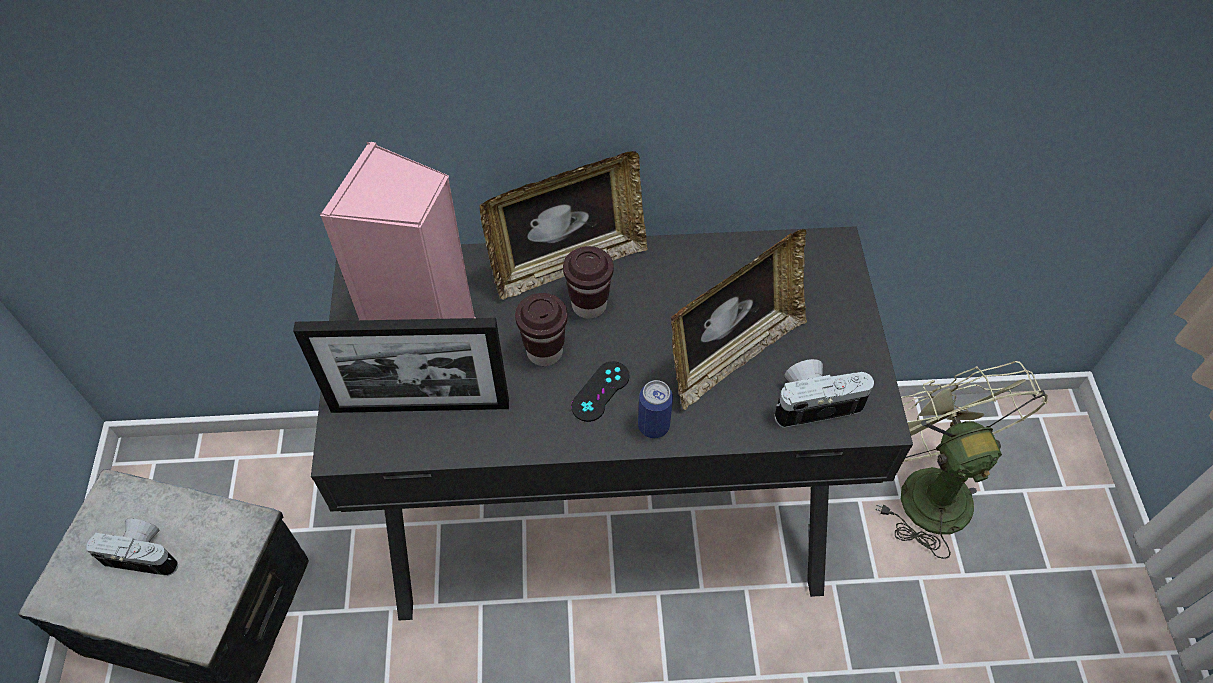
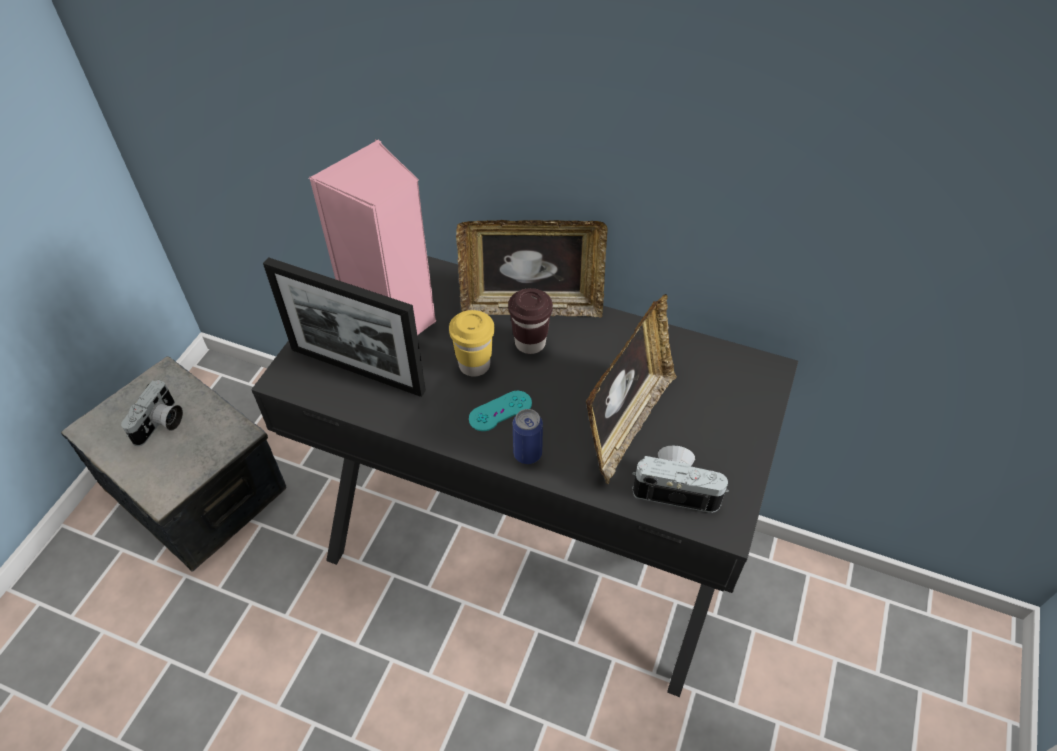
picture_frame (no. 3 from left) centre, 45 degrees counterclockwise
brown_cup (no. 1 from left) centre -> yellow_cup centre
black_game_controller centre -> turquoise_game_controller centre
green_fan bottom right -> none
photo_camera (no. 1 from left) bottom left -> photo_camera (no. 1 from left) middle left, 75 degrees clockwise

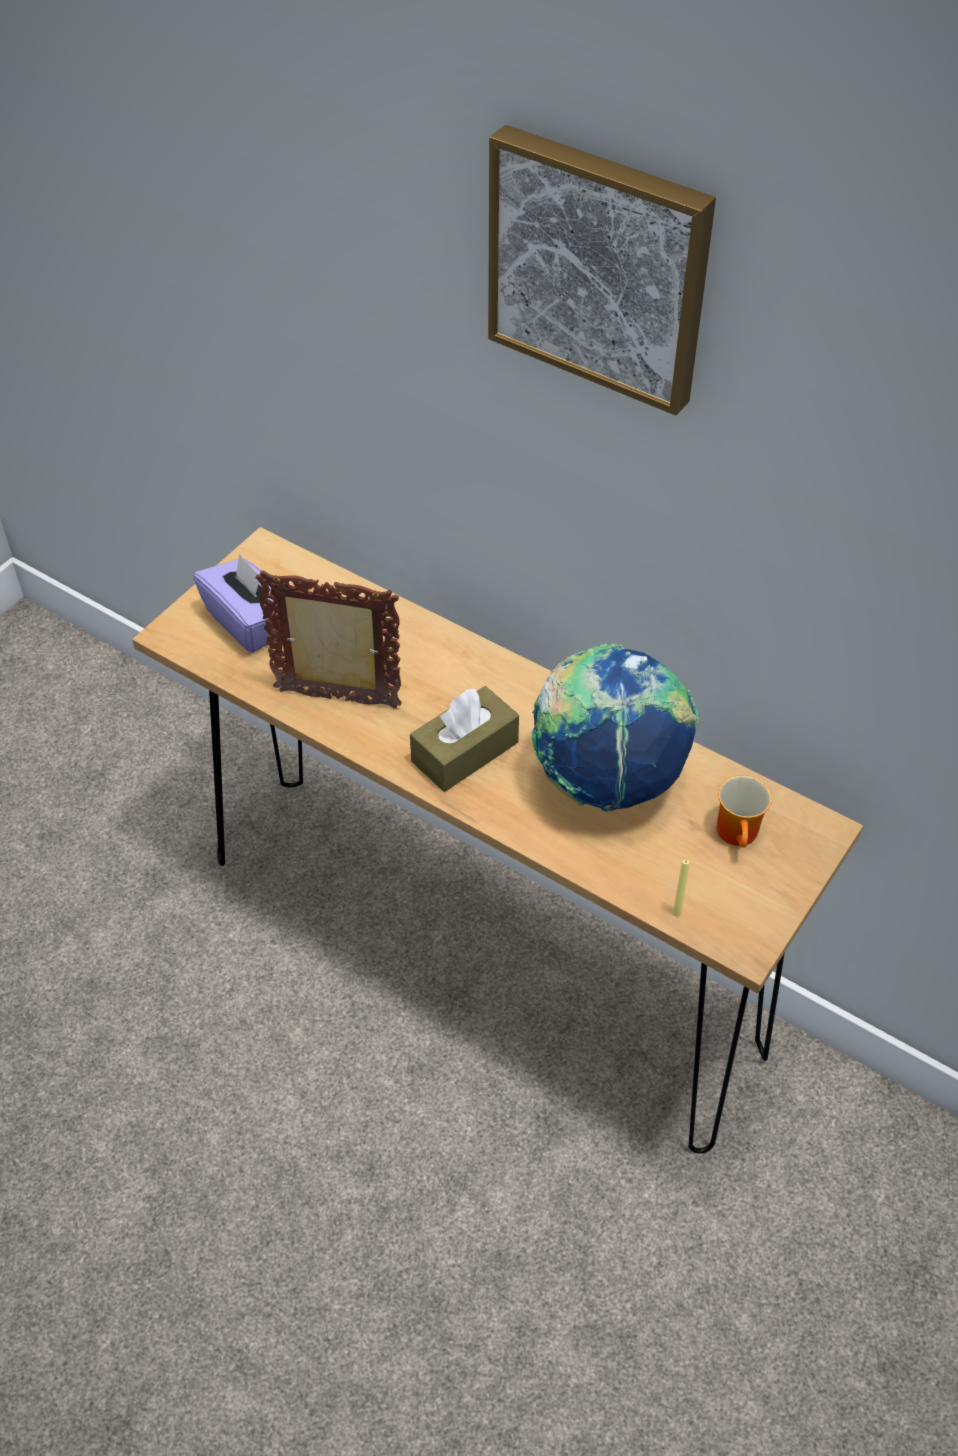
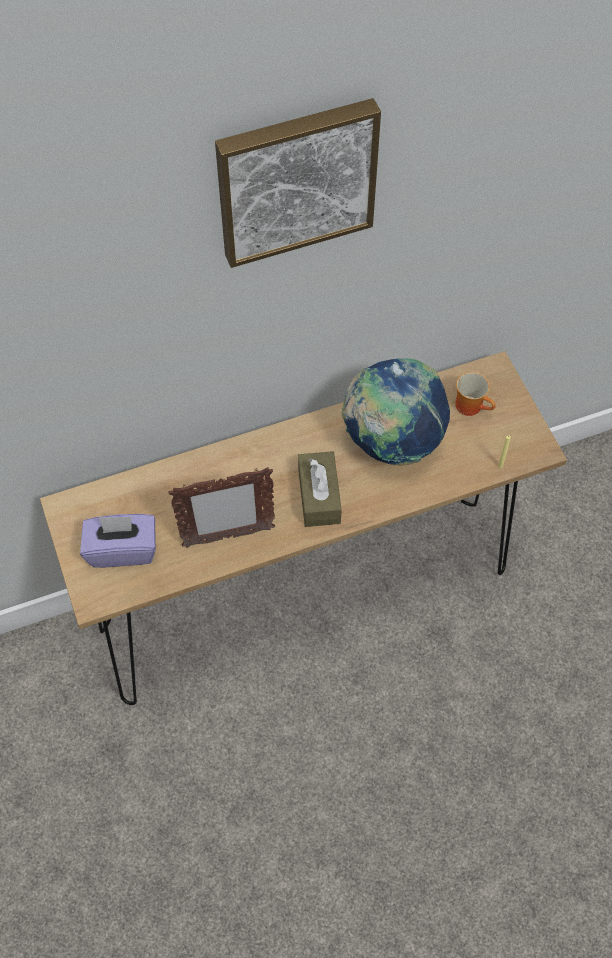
picture_frame centre, 150 degrees counterclockwise

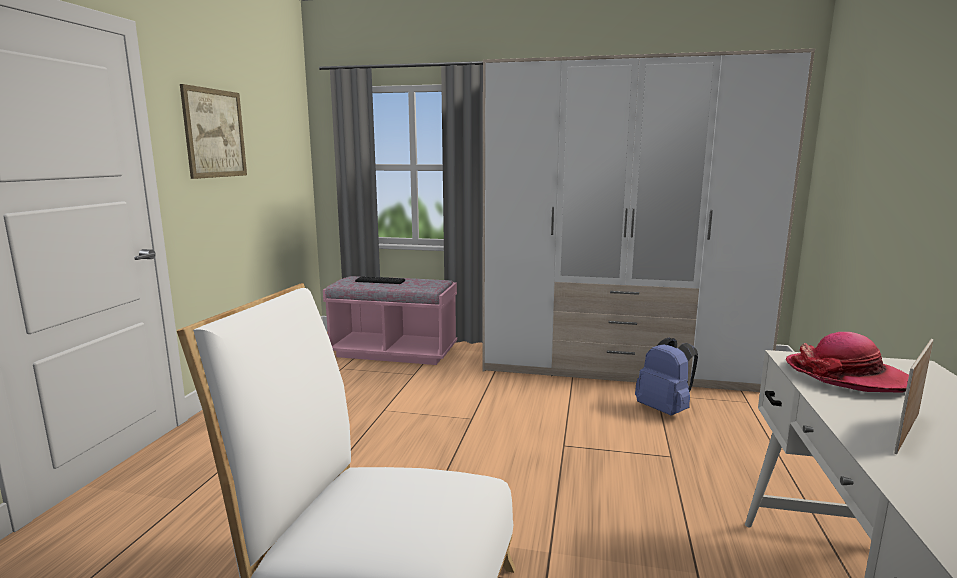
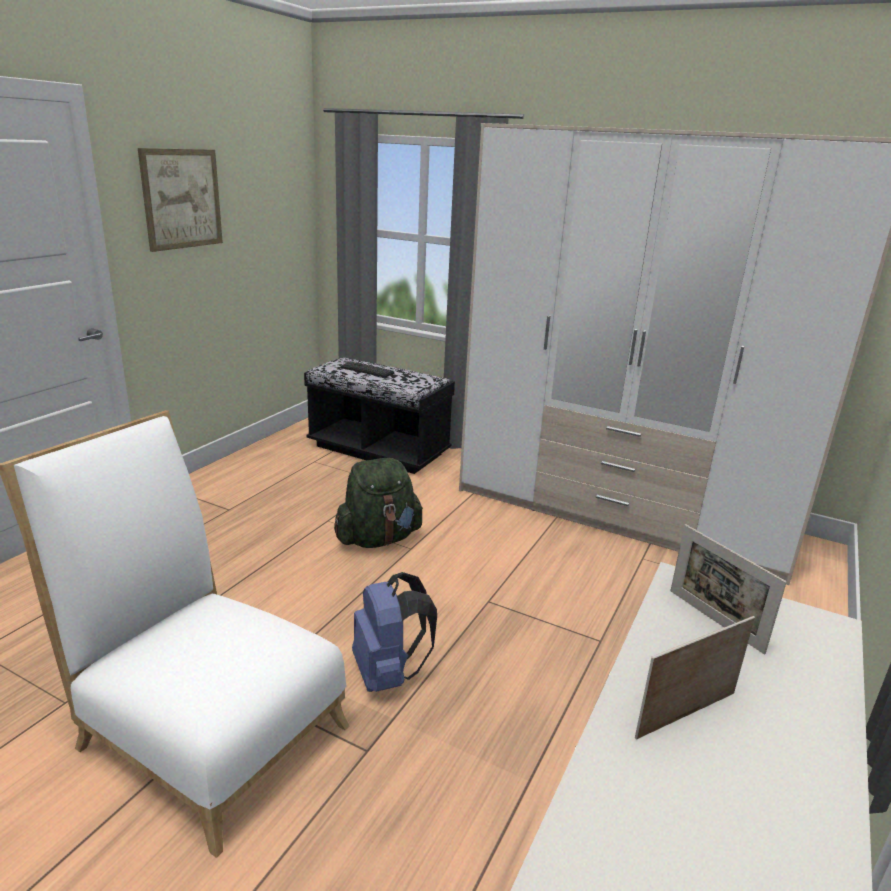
pink_bench centre -> black_bench centre
hat middle right -> picture_frame (no. 2 from left) middle right
blue_backpack middle right -> blue_backpack bottom centre, shifted
none -> green_backpack centre

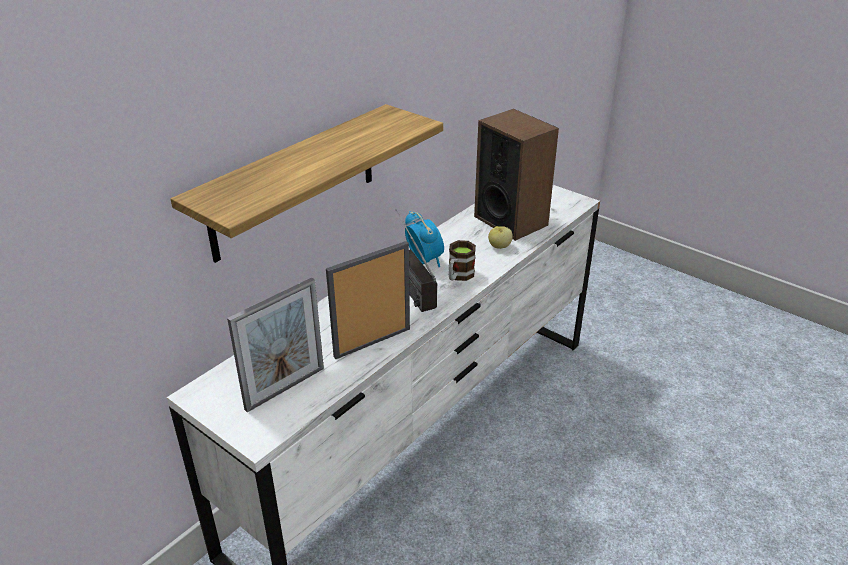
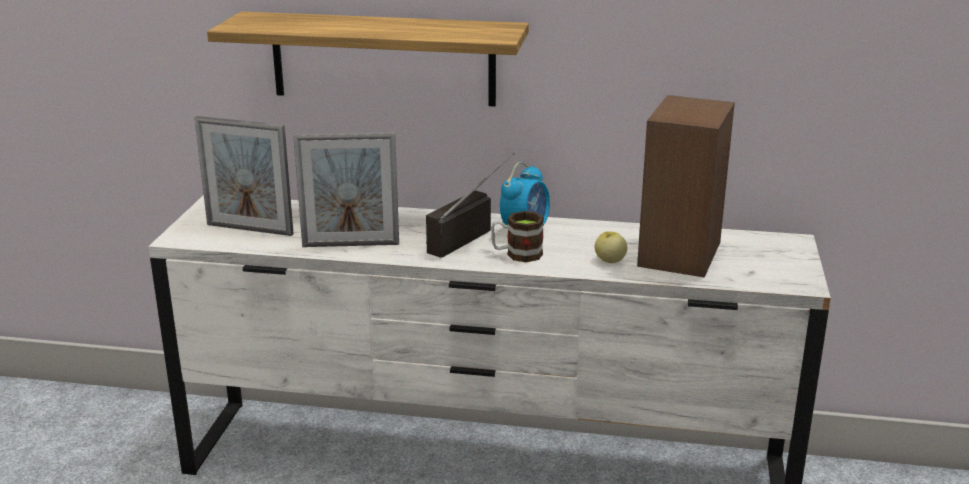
picture_frame (no. 2 from left) centre, 150 degrees clockwise

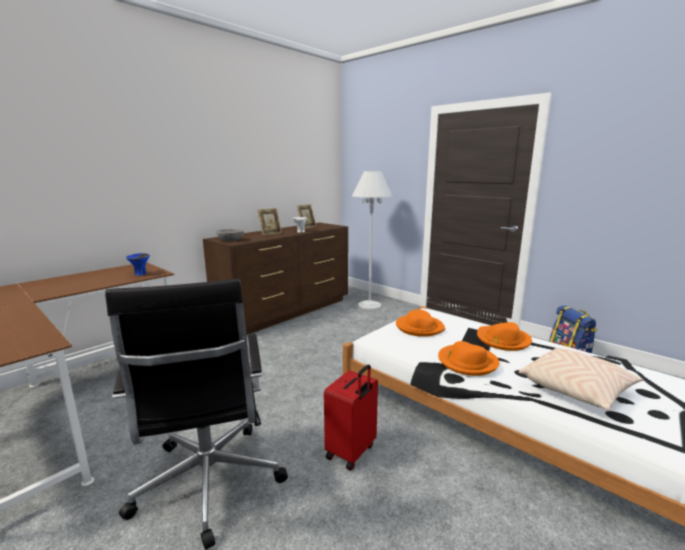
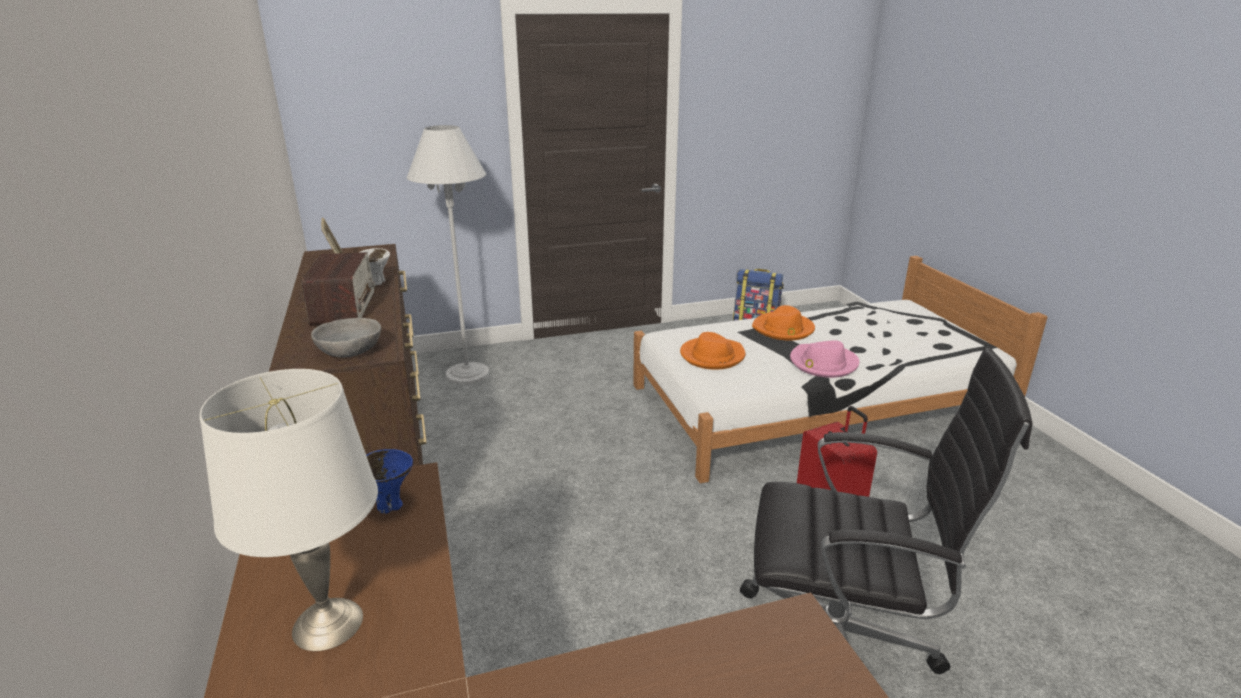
picture_frame (no. 1 from left) centre -> radio middle left
orange_hat (no. 2 from left) middle right -> pink_hat centre
beige_pillow bottom right -> none
none -> white_table_lamp bottom left

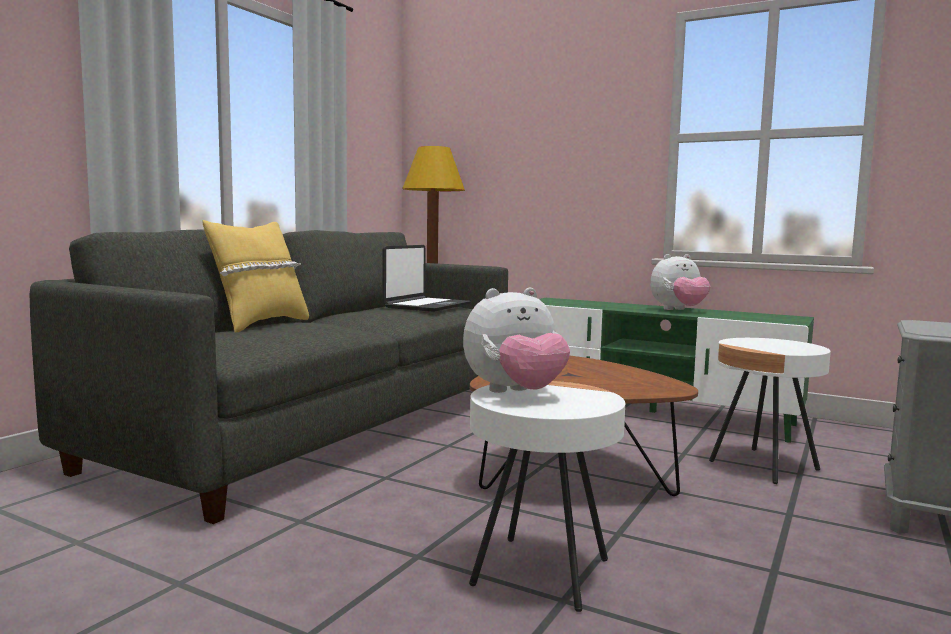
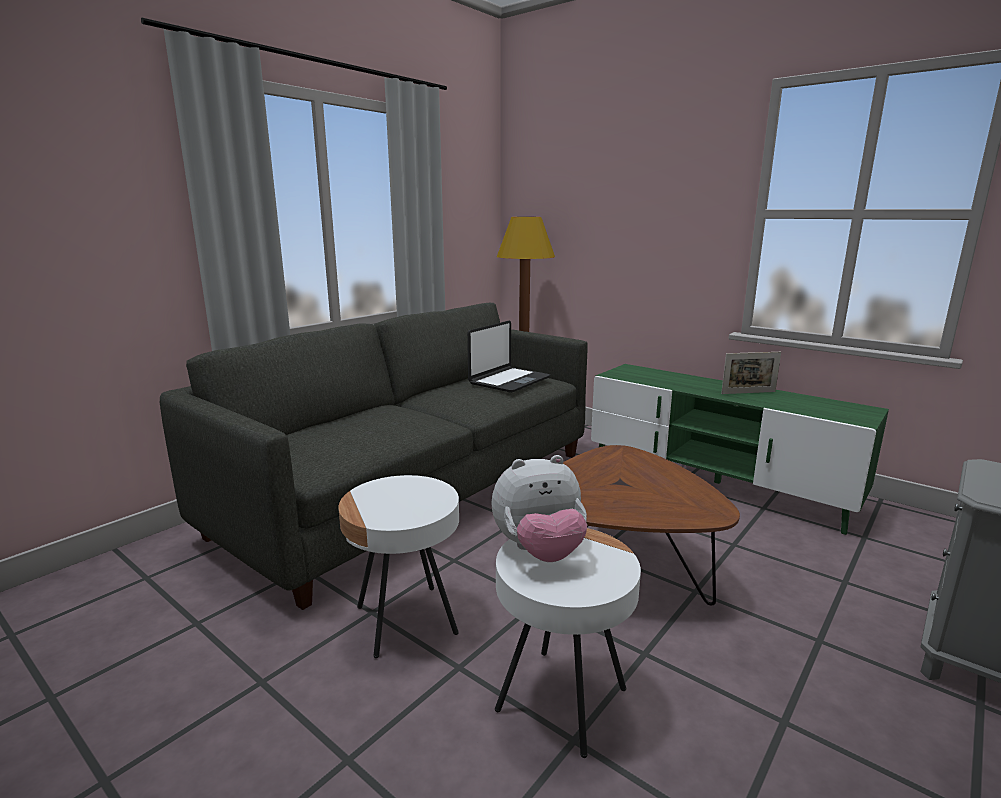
yellow_pillow middle left -> none
plush_toy (no. 2 from left) middle right -> picture_frame middle right
white_side_table (no. 2 from left in the first image) middle right -> white_side_table (no. 1 from left) bottom centre, shifted

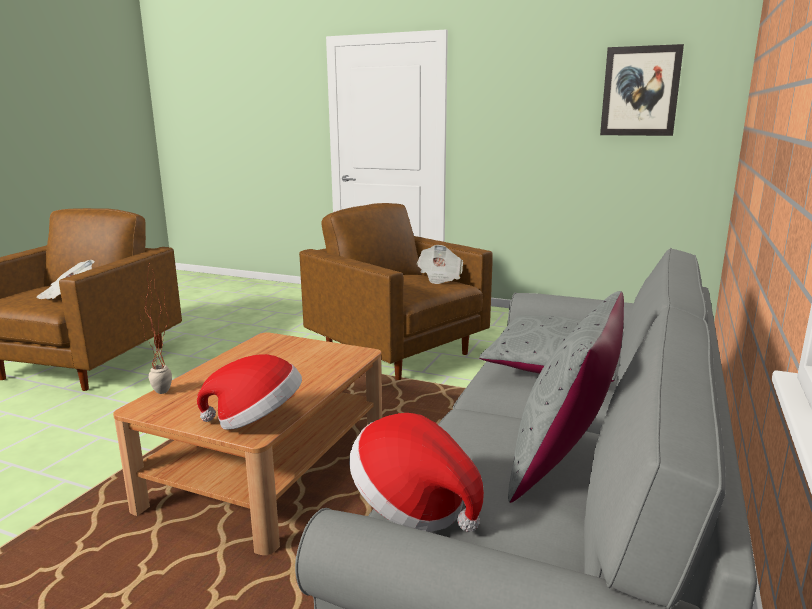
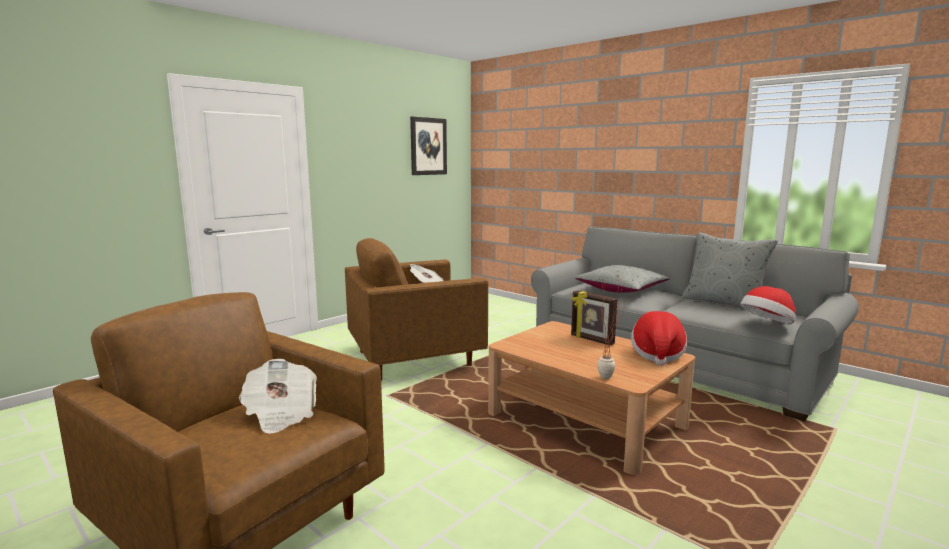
none -> picture_frame centre

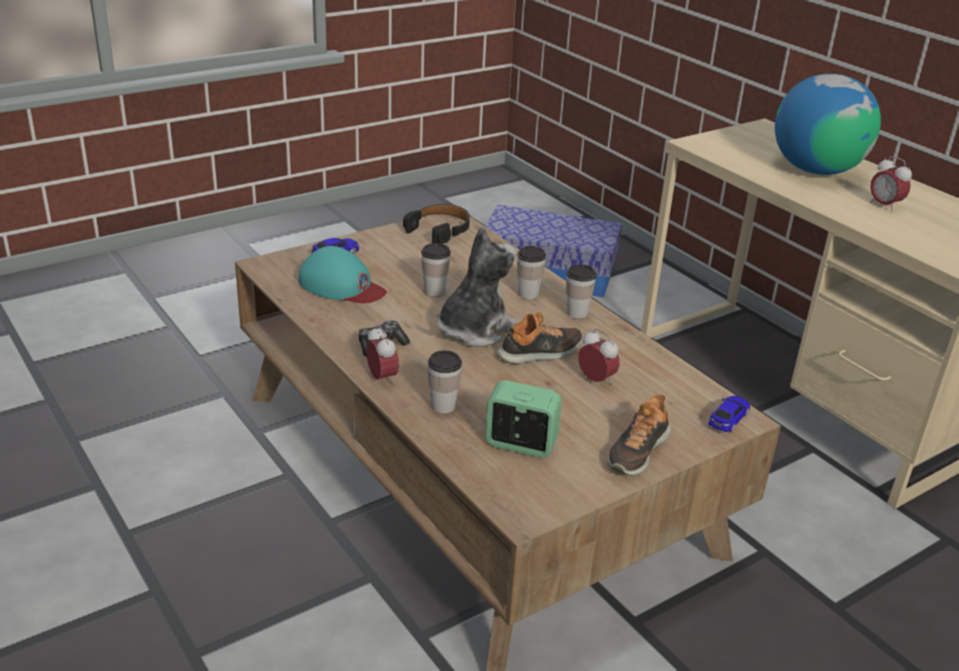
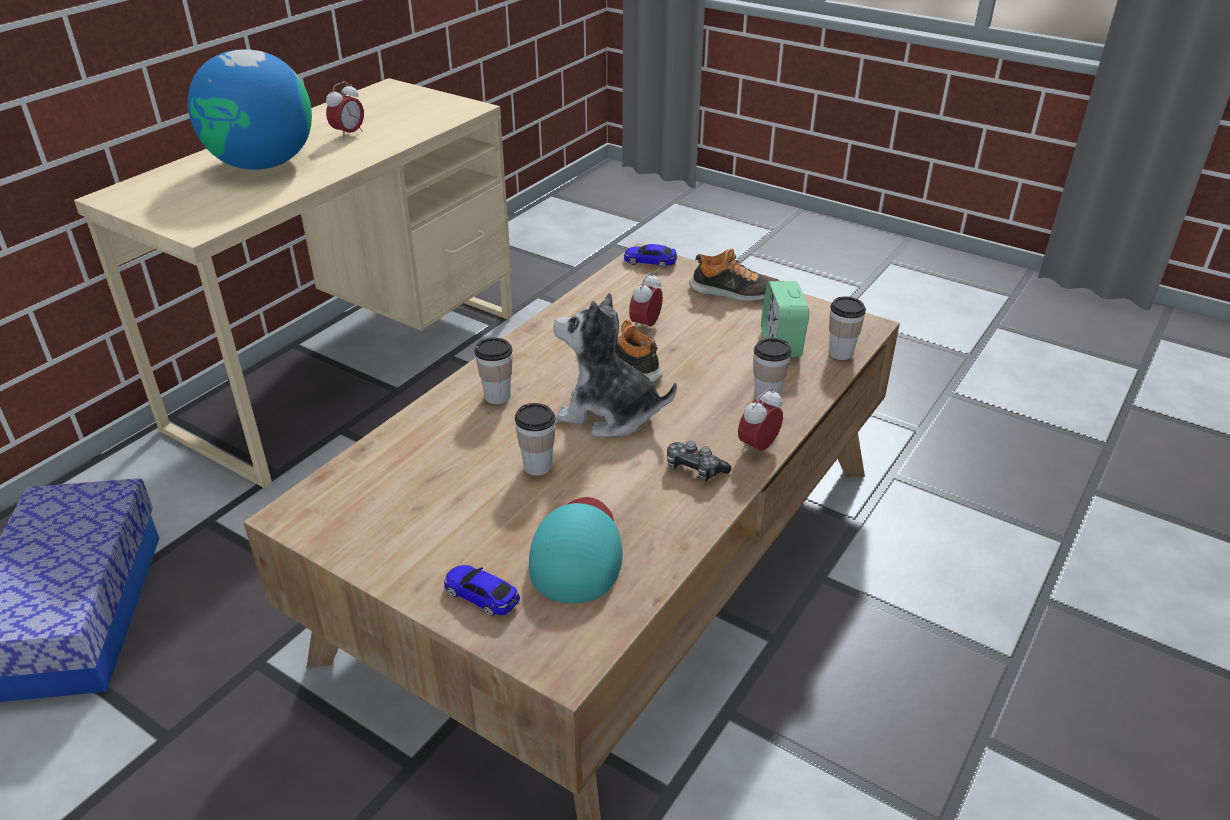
black_headphones centre -> none
cup (no. 4 from left) centre -> cup (no. 4 from left) middle right, shifted

